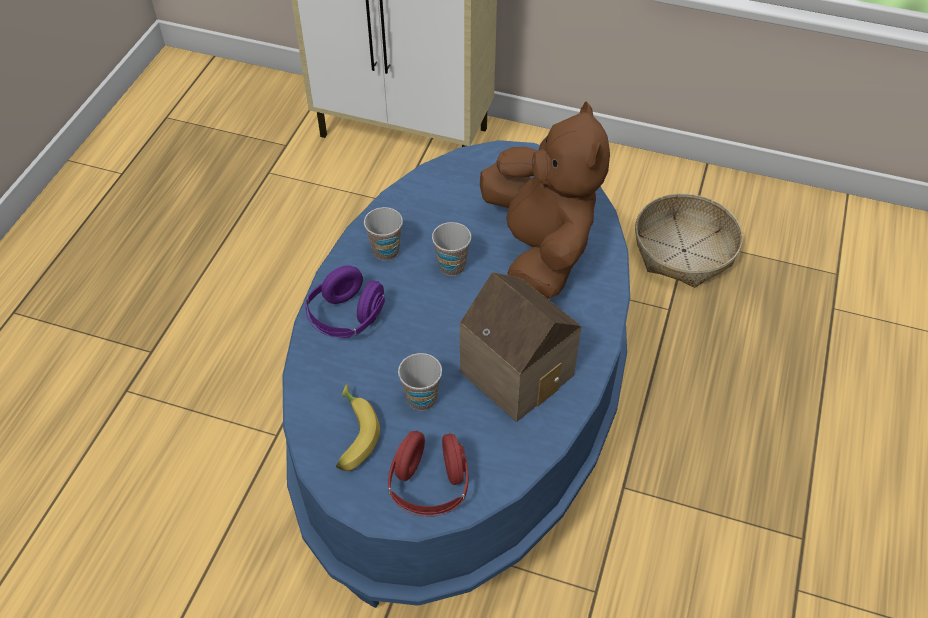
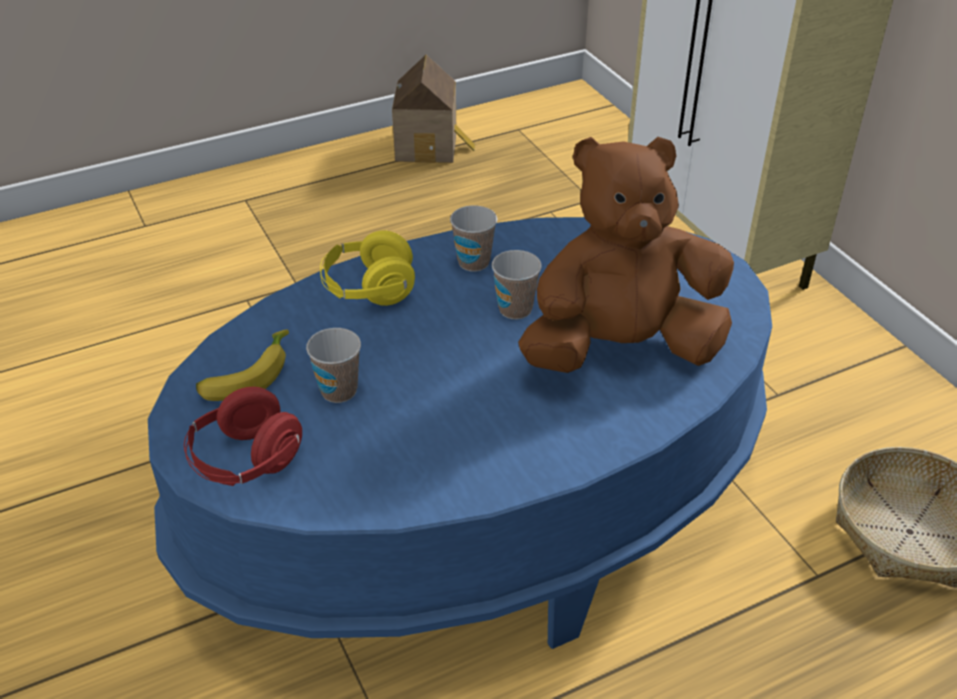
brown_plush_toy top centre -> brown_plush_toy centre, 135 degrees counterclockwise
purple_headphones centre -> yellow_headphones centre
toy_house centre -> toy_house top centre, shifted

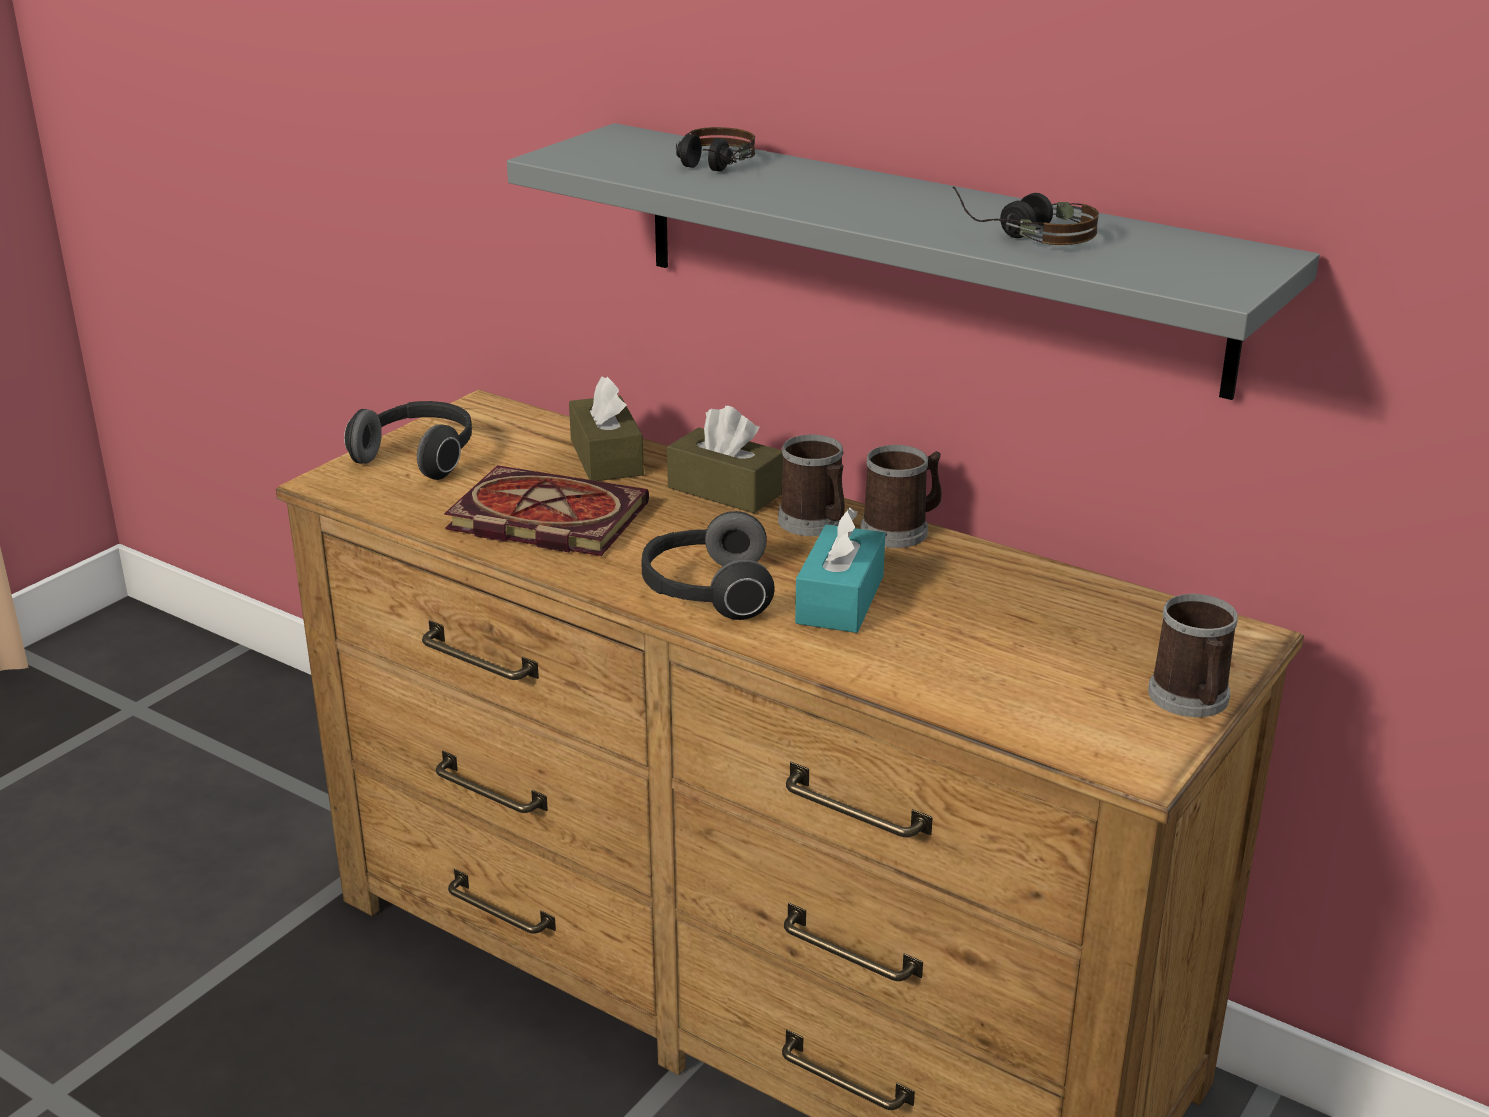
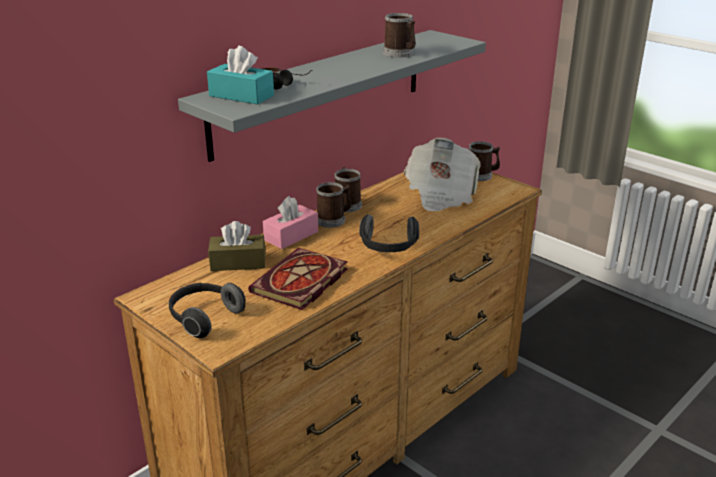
headphones (no. 4 from left) top right -> mug (no. 3 from left) top centre
brown_tissue_box (no. 2 from left) centre -> pink_tissue_box centre
turquoise_tissue_box centre -> turquoise_tissue_box top centre, shifted
none -> newspaper centre

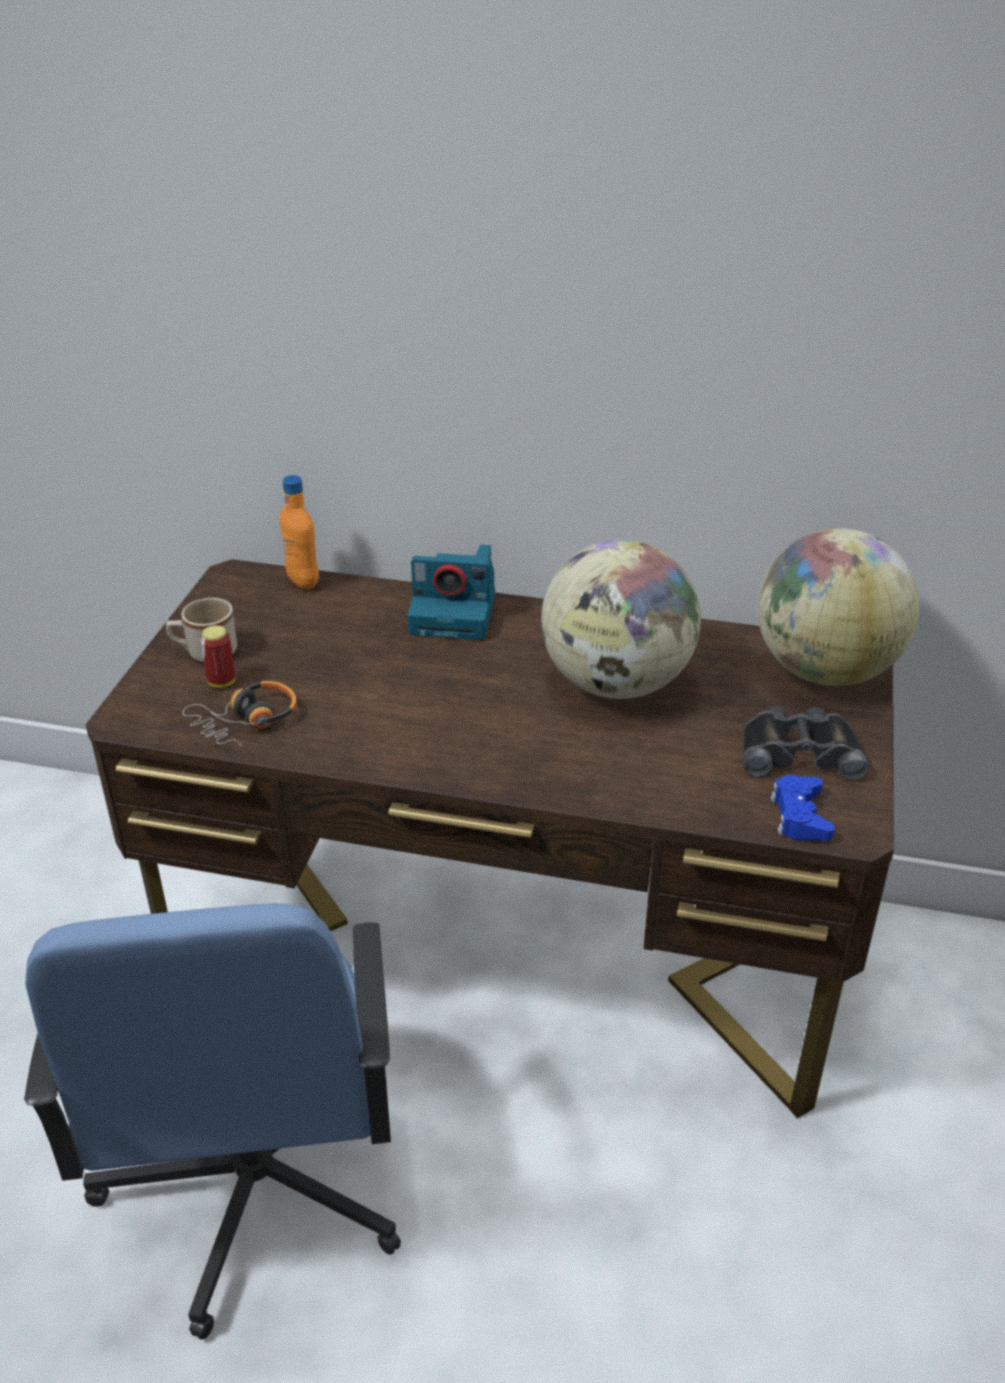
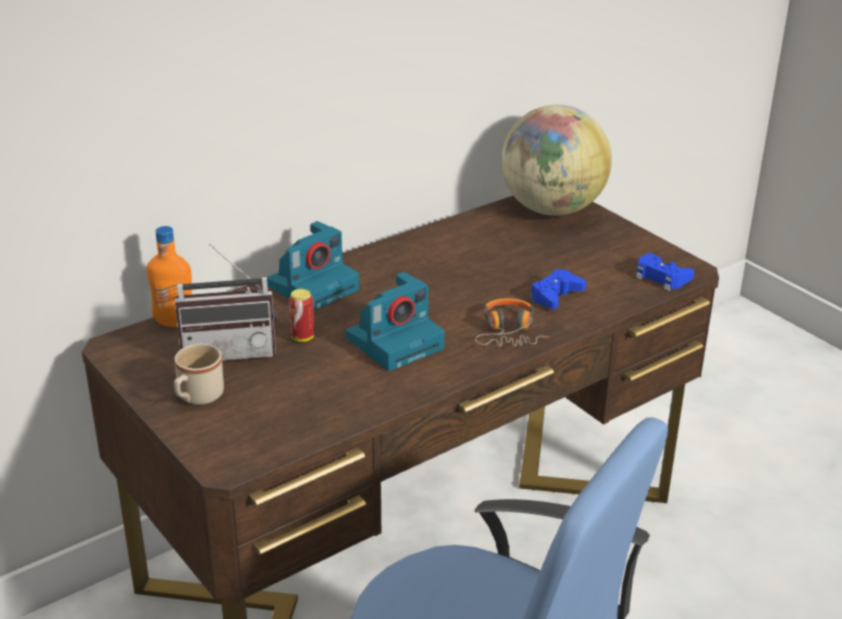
globe (no. 1 from left) centre -> none
can middle left -> can centre, shifted
headphones middle left -> headphones centre, shifted
black_binoculars middle right -> none
none -> radio middle left
none -> blue_game_controller (no. 1 from left) centre
none -> photo_camera (no. 2 from left) centre

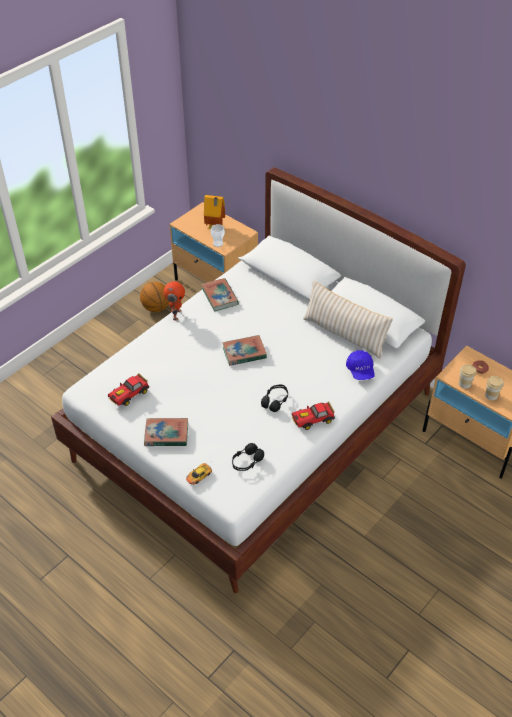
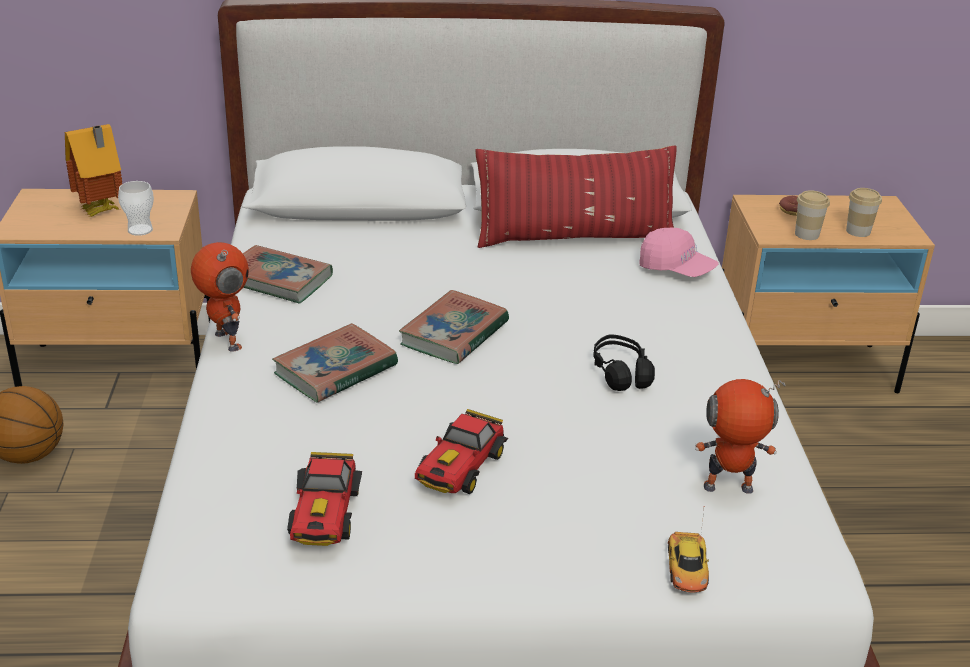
beige_pillow middle right -> red_pillow top centre
blue_cap middle right -> pink_cap middle right
toy_car (no. 3 from left in the first image) centre -> toy_car (no. 2 from left) bottom centre, shifted
book (no. 1 from left in the first image) middle left -> book (no. 2 from left) centre, shifted
black_headphones (no. 1 from left) centre -> toy_robot (no. 2 from left) middle right

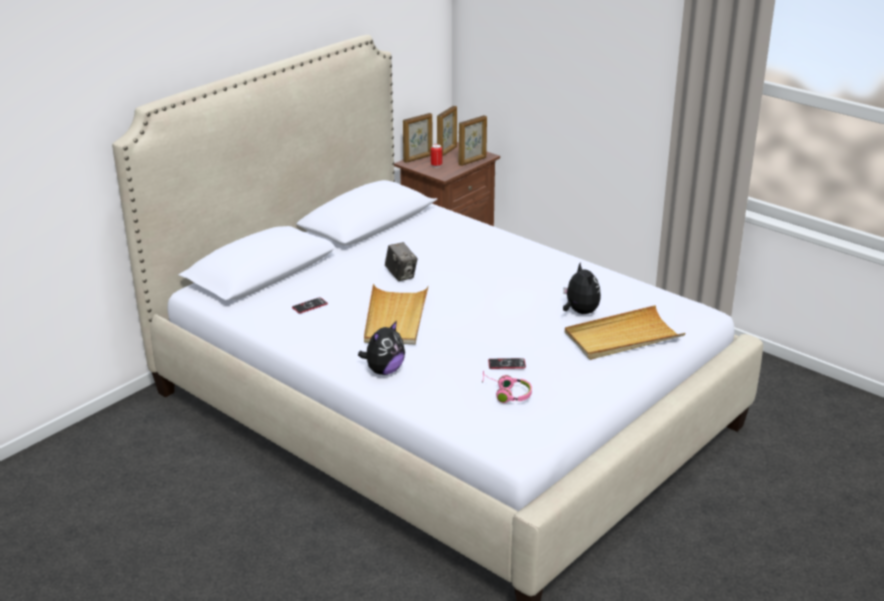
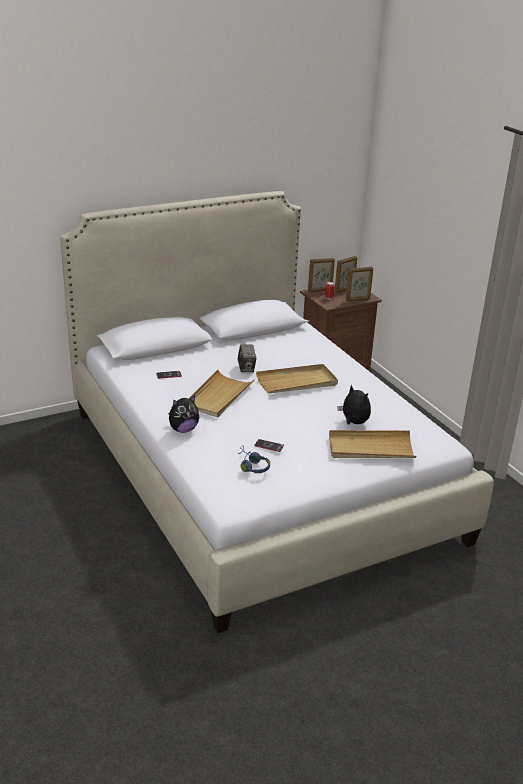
plush_toy (no. 2 from left) centre -> plush_toy (no. 2 from left) middle right, 45 degrees counterclockwise
pink_headphones centre -> blue_headphones centre
none -> beige_tray (no. 2 from left) centre

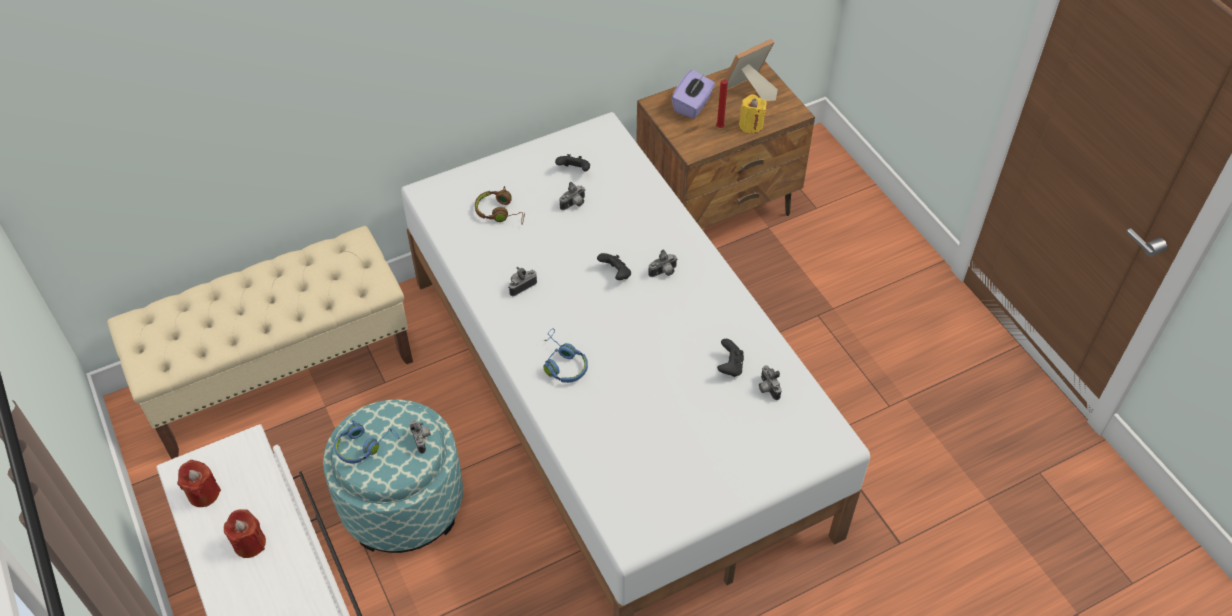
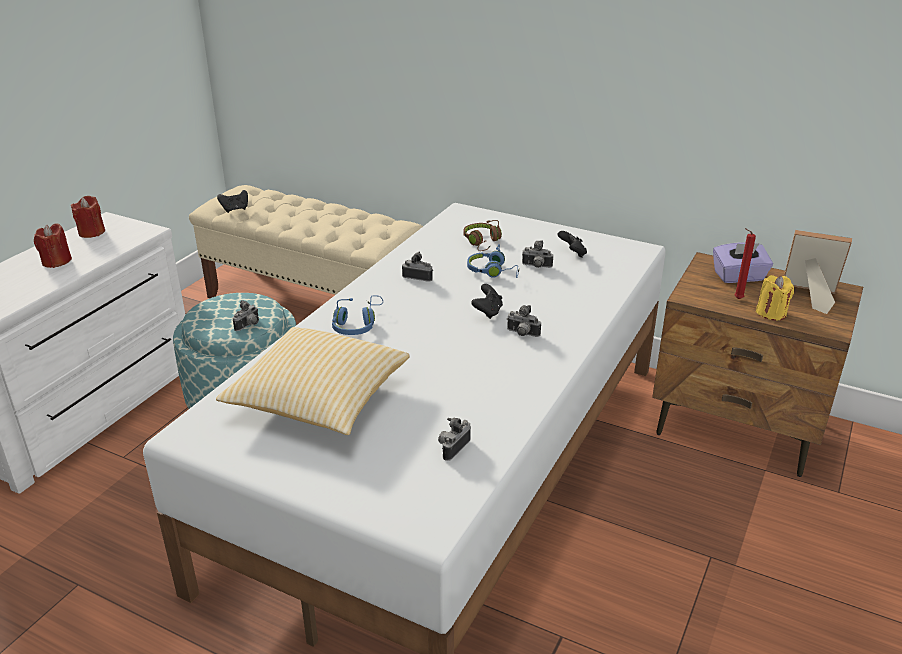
black_game_controller (no. 3 from left in the first image) centre -> black_game_controller (no. 1 from left) top left, shifted
blue_headphones (no. 1 from left in the first image) bottom left -> blue_headphones (no. 2 from left) centre, shifted
none -> pillow centre

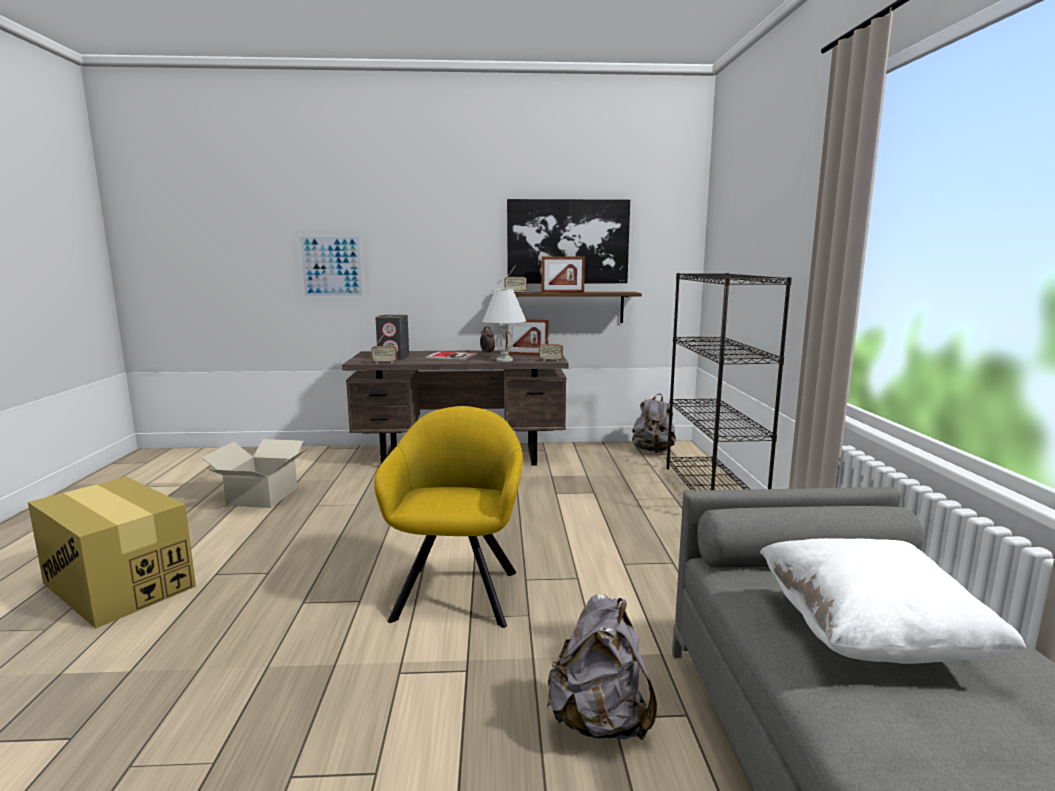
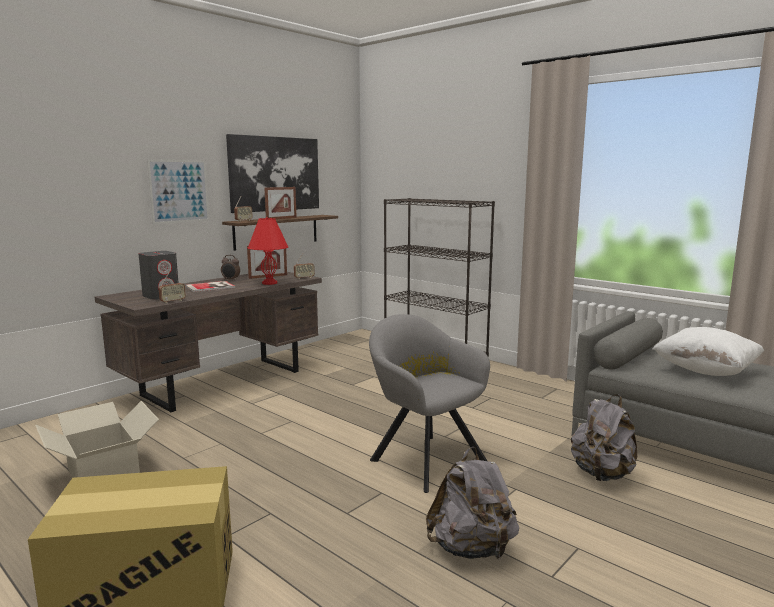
picture (no. 1 from left) middle left -> picture (no. 1 from left) top left, shifted
white_table_lamp centre -> red_table_lamp centre
grey_backpack (no. 2 from left in the first image) centre -> grey_backpack (no. 1 from left) bottom centre, shifted
yellow_armchair centre -> grey_armchair centre

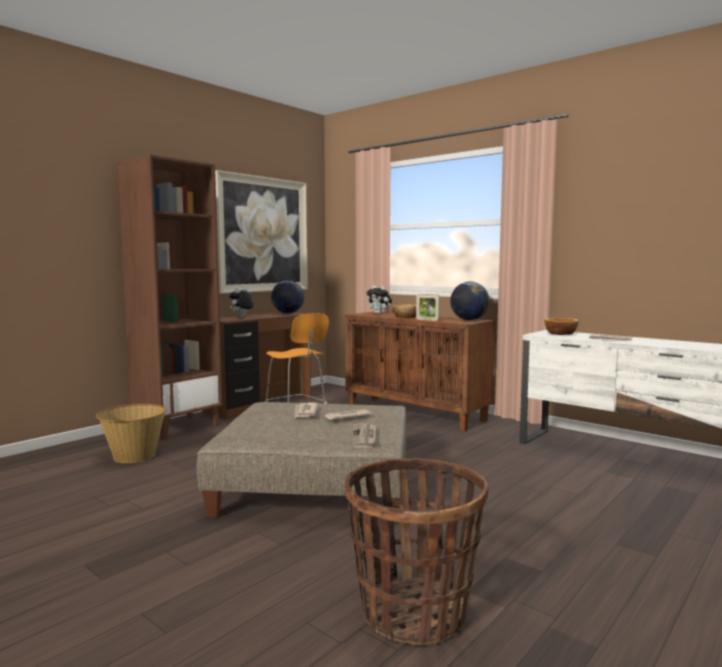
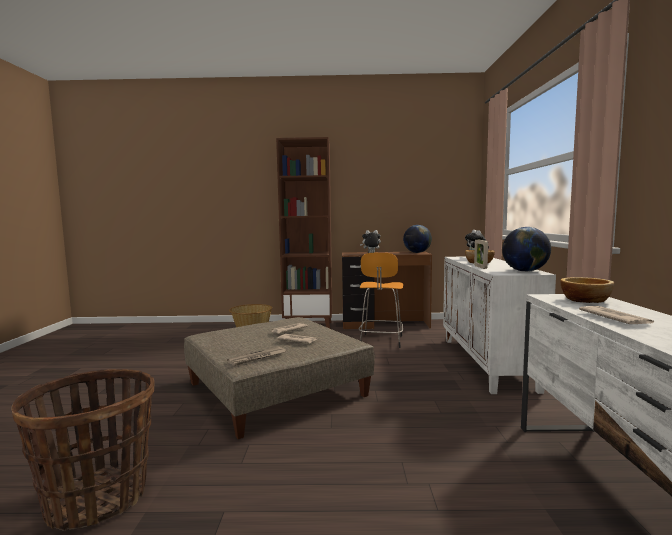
picture centre -> none
brown_cabinet centre -> white_cabinet middle right

